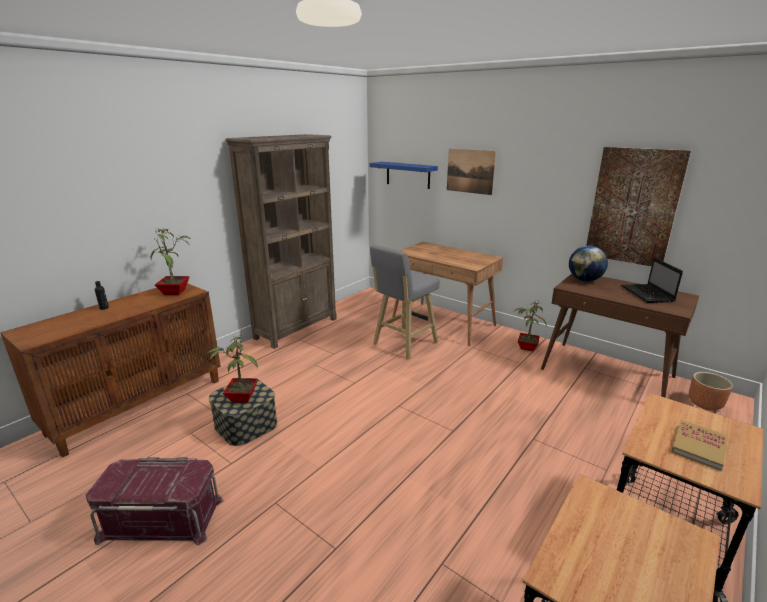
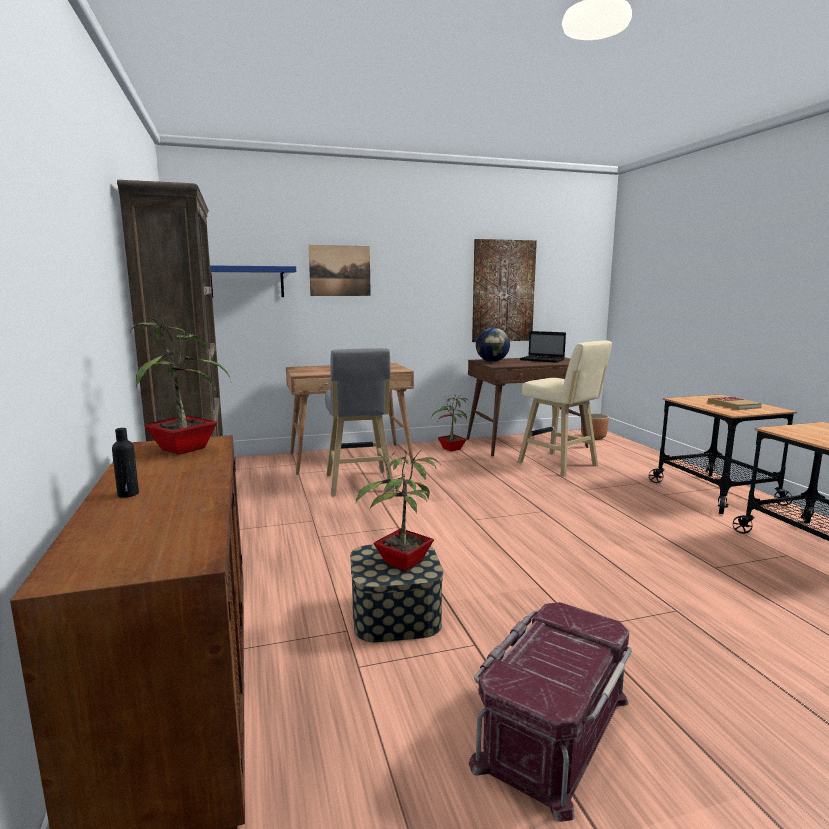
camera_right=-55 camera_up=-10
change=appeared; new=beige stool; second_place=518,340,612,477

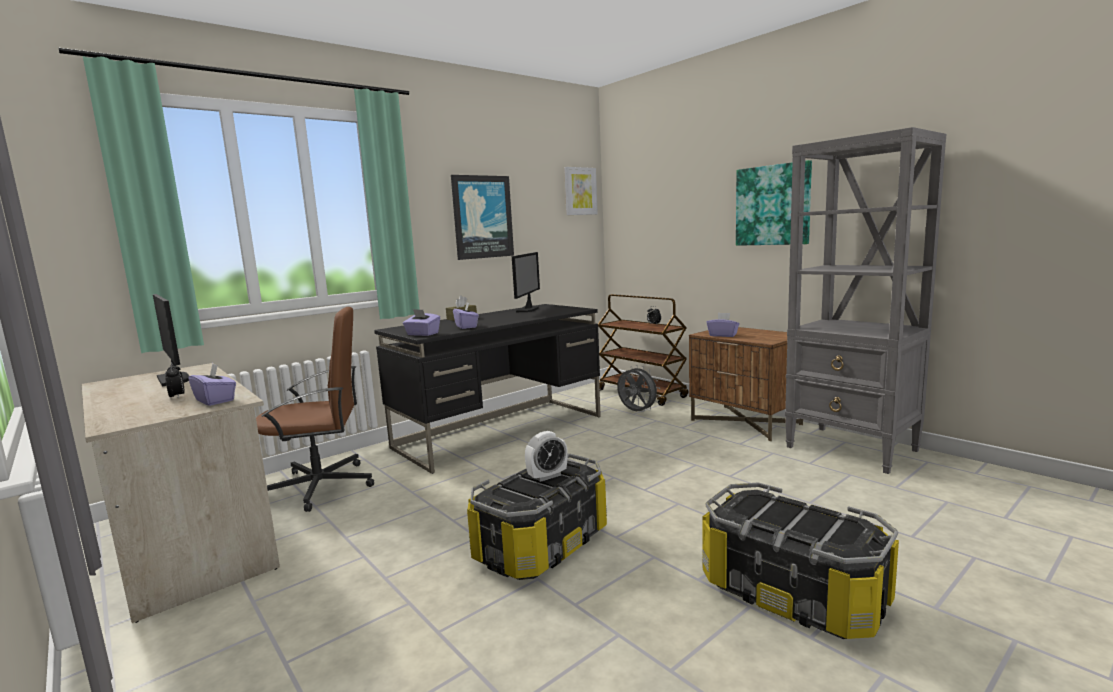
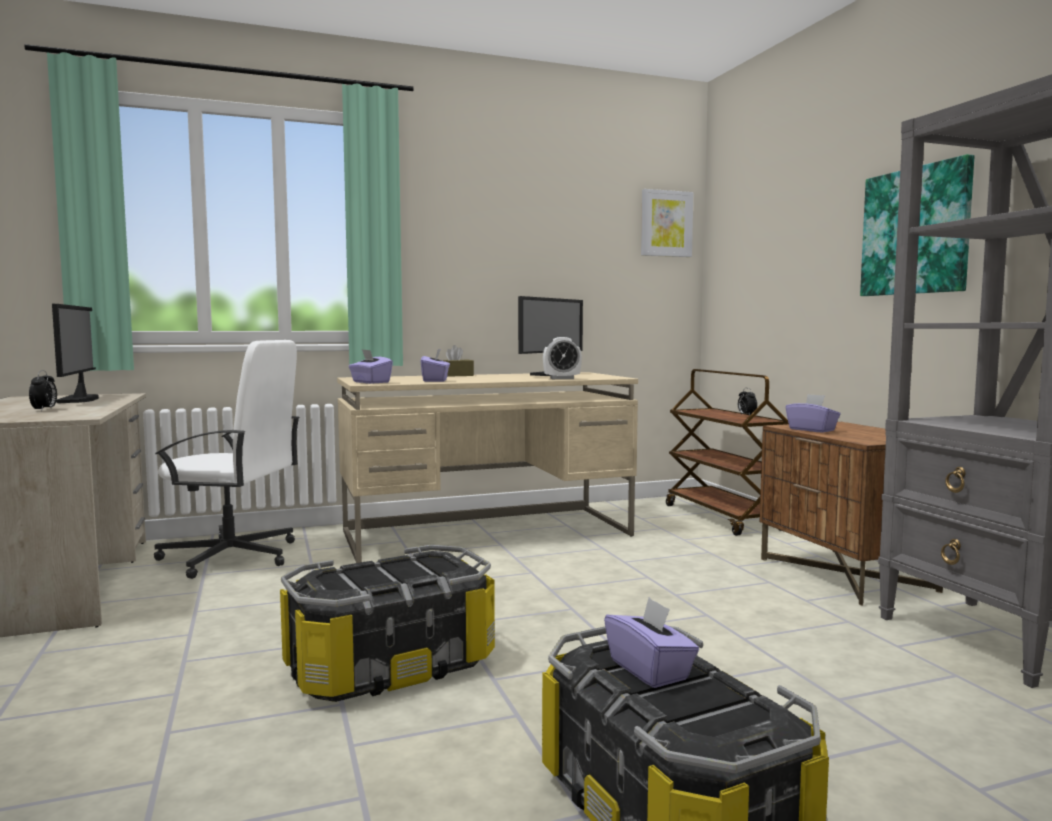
camera_right=20 camera_up=-5
change=colour; old=brown office chair; new=white office chair; first_place=256,307,374,512; second_place=154,340,300,579
change=colour; old=black desk; new=beige desk; first_place=374,304,601,474; second_place=337,372,638,563
change=relocated; old=alarm clock; first_place=525,431,567,482; second_place=543,337,582,379
change=relocated; old=purple tissue box; first_place=188,363,236,406; second_place=604,597,699,688
change=missing; old=picture; first_place=451,175,514,260
change=missing; old=grey fan; first_place=617,365,660,412

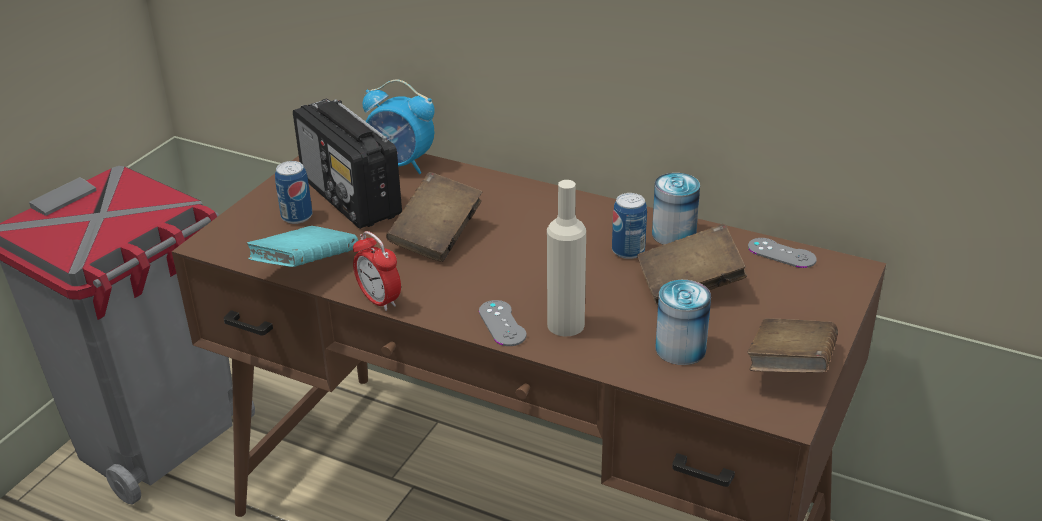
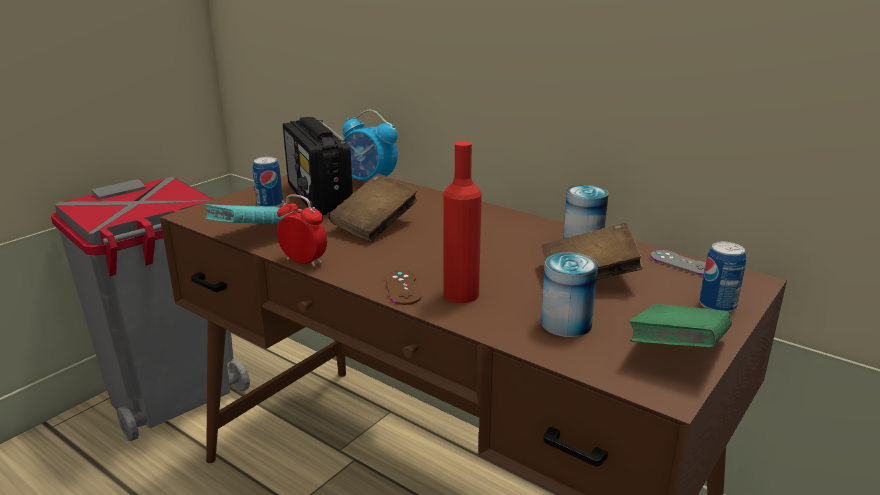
camera_right=10 camera_up=-10
change=spun; old=alarm clock; first_place=353,231,401,311; second_place=277,194,327,267; degrees=150
change=colour; old=grey game controller; new=brown game controller; first_place=479,300,527,346; second_place=385,270,422,305
change=colour; old=beige bottle; new=red bottle; first_place=547,180,586,336; second_place=443,141,482,303
change=colour; old=brown book; new=green book; first_place=747,318,838,373; second_place=629,304,732,347
change=relocated; old=can; first_place=612,193,647,259; second_place=699,242,746,313

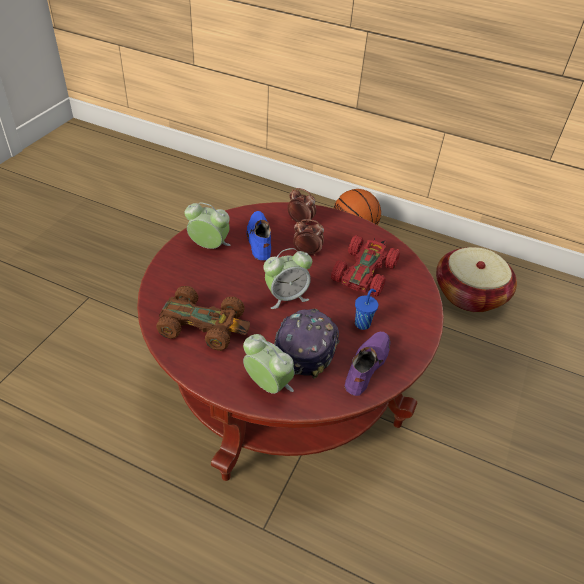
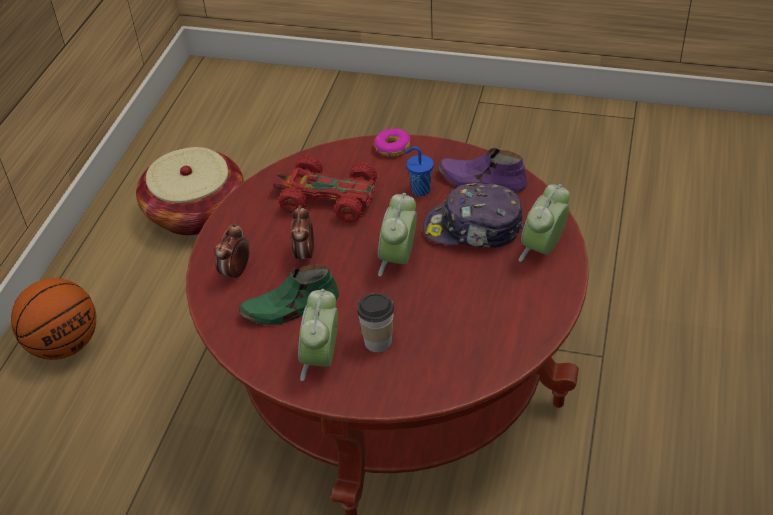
camera_right=-95 camera_up=0
change=colour; old=blue shoe; new=green shoe; first_place=246,211,271,260; second_place=239,265,339,325
change=appeared; new=cup; second_place=357,293,394,352
change=appeared; new=donut; second_place=374,129,410,157
change=spun; old=alarm clock; first_place=263,248,312,309; second_place=378,193,417,277; degrees=-135
change=missing; old=brown toy car; first_place=156,286,250,351

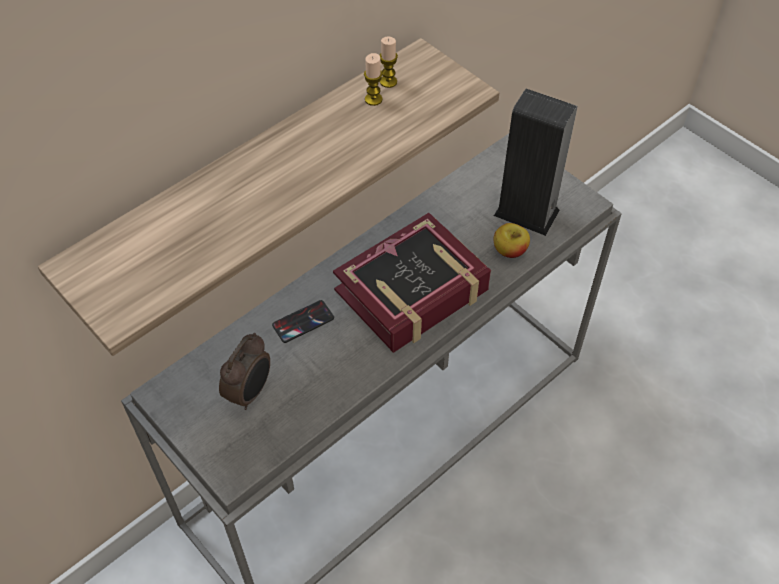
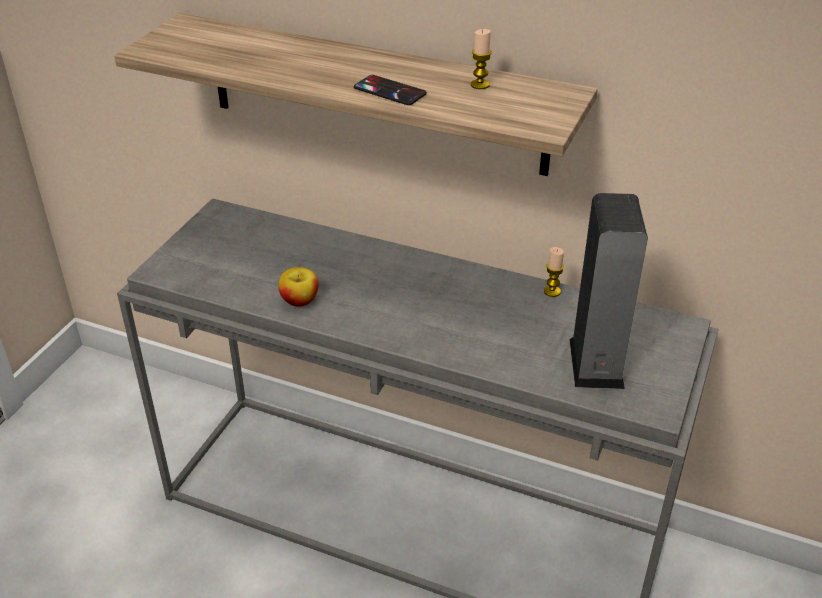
camera_right=65 camera_up=-15
change=relocated; old=apple; first_place=494,223,530,258; second_place=278,267,319,307
change=relocated; old=phone; first_place=272,300,334,343; second_place=354,75,427,105
change=relocated; old=candle; first_place=380,37,398,88; second_place=544,247,564,297
change=missing; old=alarm clock; first_place=219,333,270,410
change=missing; old=book; first_place=333,213,491,353

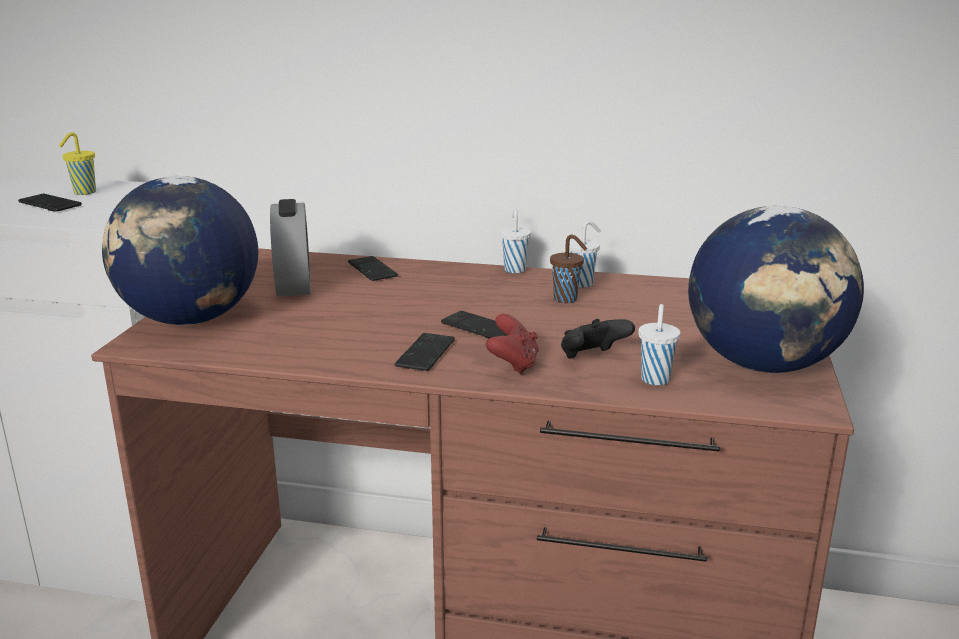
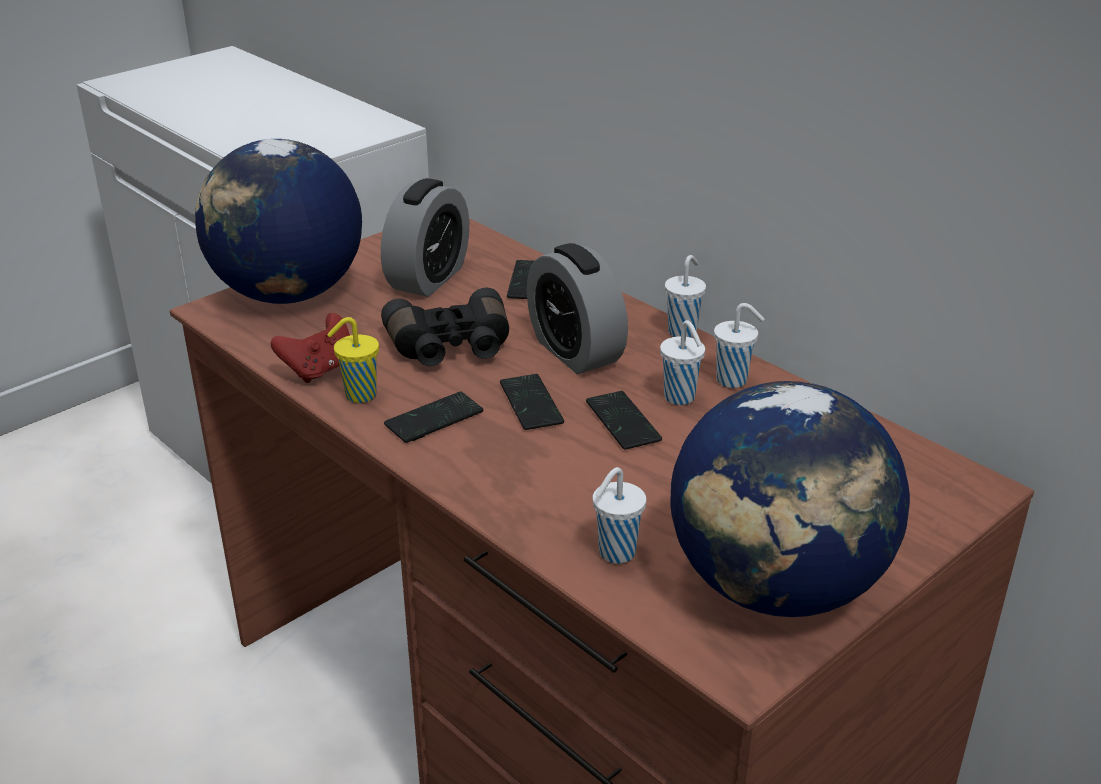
camera_right=35 camera_up=10
change=relocated; old=red game controller; first_place=486,314,539,374; second_place=271,313,350,383
change=relocated; old=yellow cup; first_place=59,132,96,195; second_place=327,317,379,403
change=appeared; new=black binoculars; second_place=381,288,509,366
change=appeared; new=alarm clock; second_place=527,243,628,374
change=relocated; old=phone; first_place=18,194,82,212; second_place=586,391,662,450
change=colour; old=brown cup; new=white cup; first_place=550,235,587,303; second_place=660,320,705,405
change=missing; old=black game controller; first_place=561,319,635,359

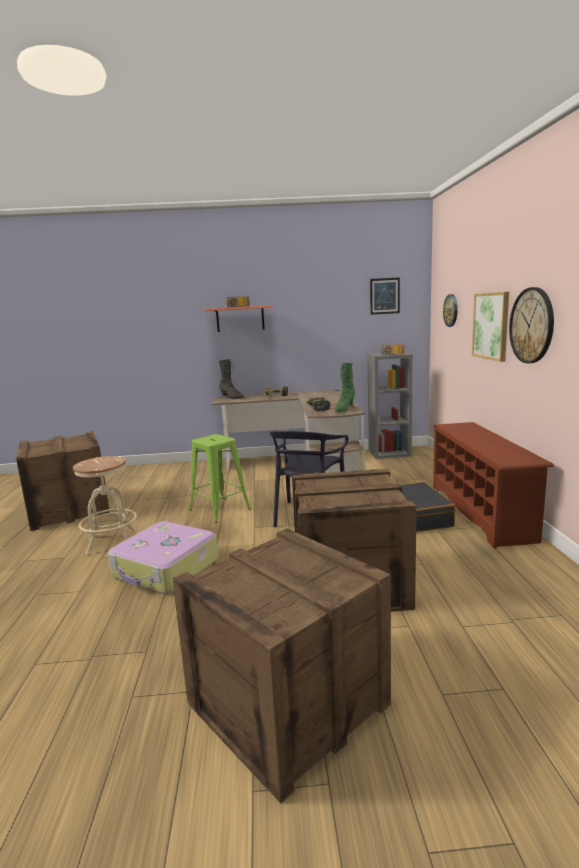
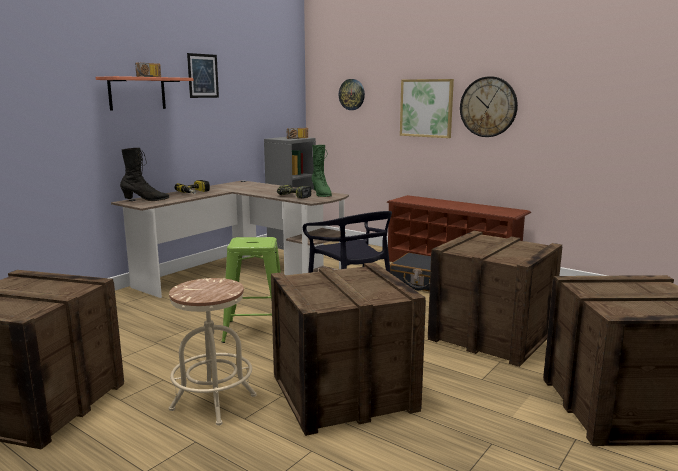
camera_right=-50 camera_up=0
change=relocated; old=picture; first_place=370,277,400,315; second_place=187,53,219,98
change=exchanged; old=suitcase; new=crate; first_place=108,521,218,594; second_place=271,262,426,436

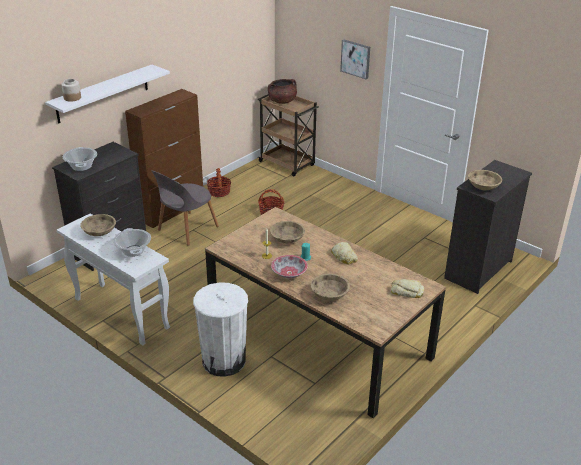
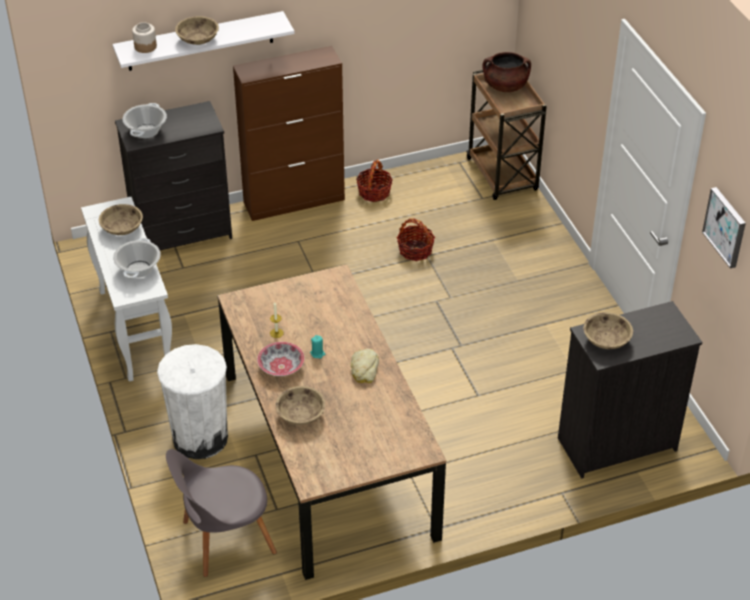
camera_right=30 camera_up=10
change=relocated; old=grey chair; first_place=152,170,219,246; second_place=166,449,277,577
change=relocated; old=beige bowl; first_place=270,221,305,243; second_place=175,16,219,45
change=relocated; old=picture; first_place=340,40,370,79; second_place=702,187,746,269
change=missing; old=bread; first_place=391,279,424,298

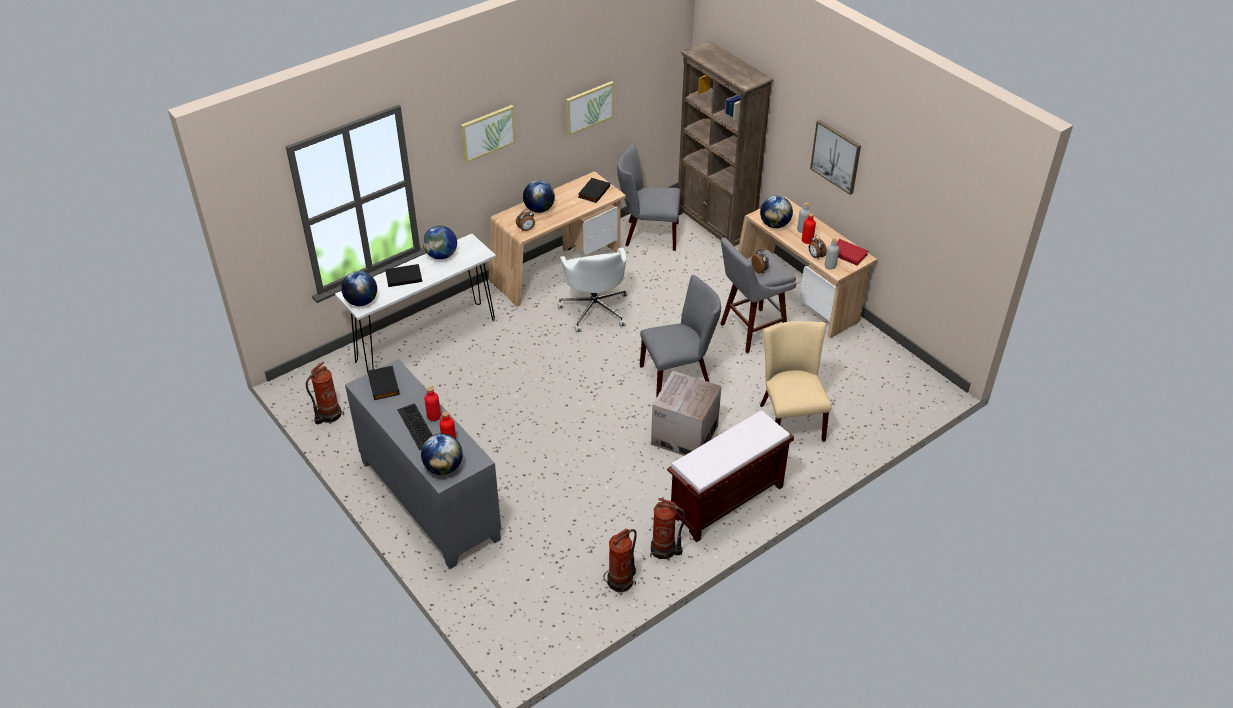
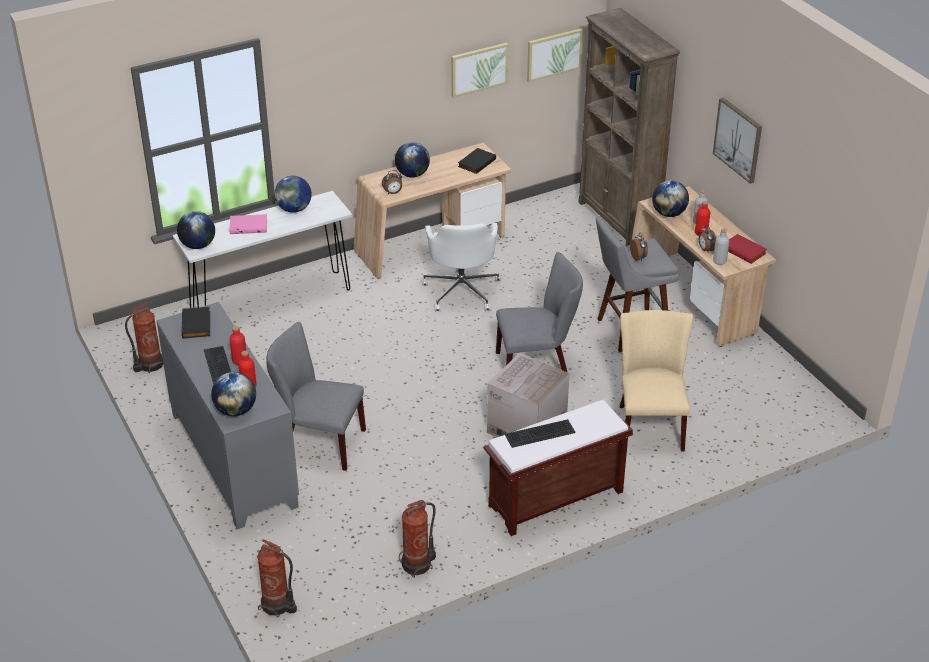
camera_right=10 camera_up=-5
change=colour; old=black book; new=pink book; first_place=385,264,422,287; second_place=229,214,267,234
change=relocated; old=fire extinguisher; first_place=650,498,686,561; second_place=257,539,297,617
change=relocated; old=grey chair; first_place=617,143,680,251; second_place=266,322,366,471
change=appeared; new=keyboard; second_place=505,419,576,448
change=relocated; old=picture; first_place=461,105,516,163; second_place=527,29,583,82

